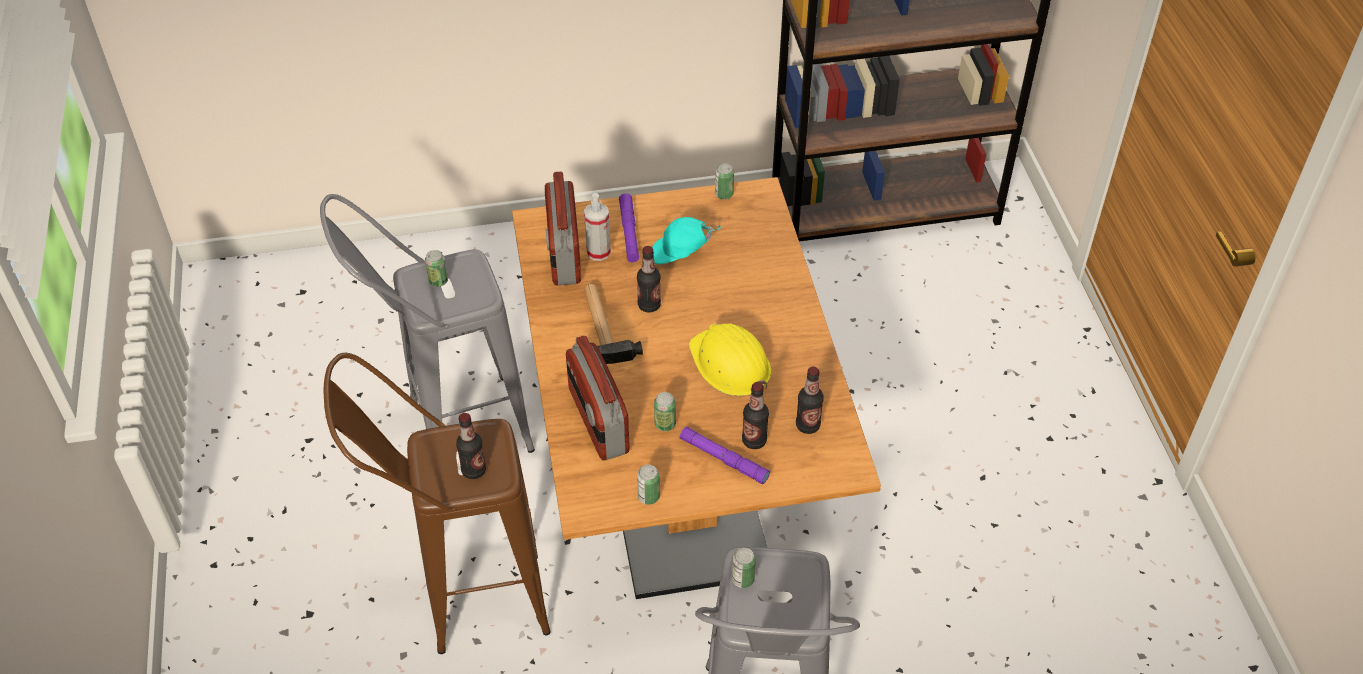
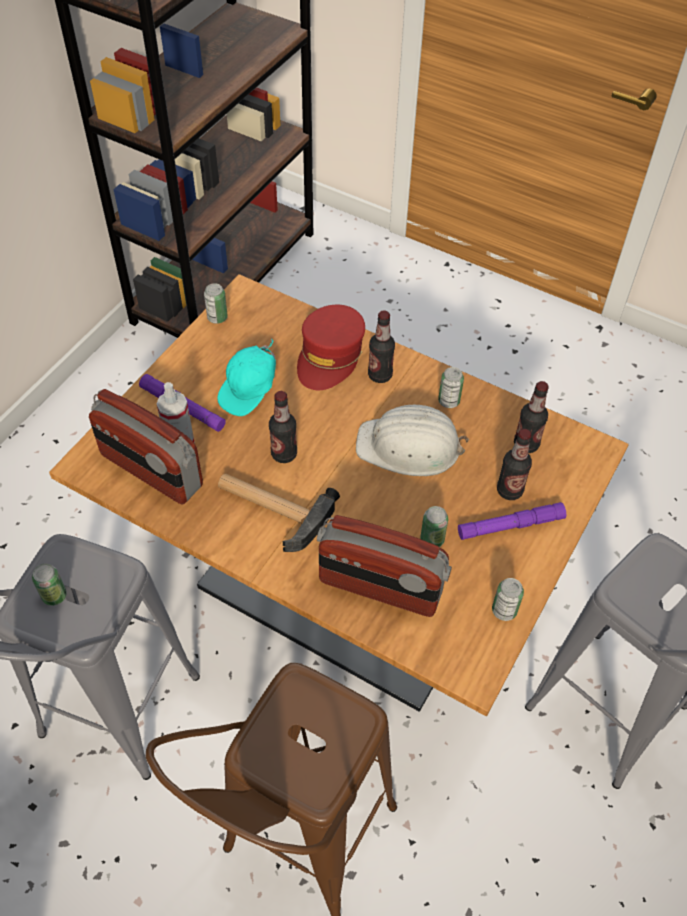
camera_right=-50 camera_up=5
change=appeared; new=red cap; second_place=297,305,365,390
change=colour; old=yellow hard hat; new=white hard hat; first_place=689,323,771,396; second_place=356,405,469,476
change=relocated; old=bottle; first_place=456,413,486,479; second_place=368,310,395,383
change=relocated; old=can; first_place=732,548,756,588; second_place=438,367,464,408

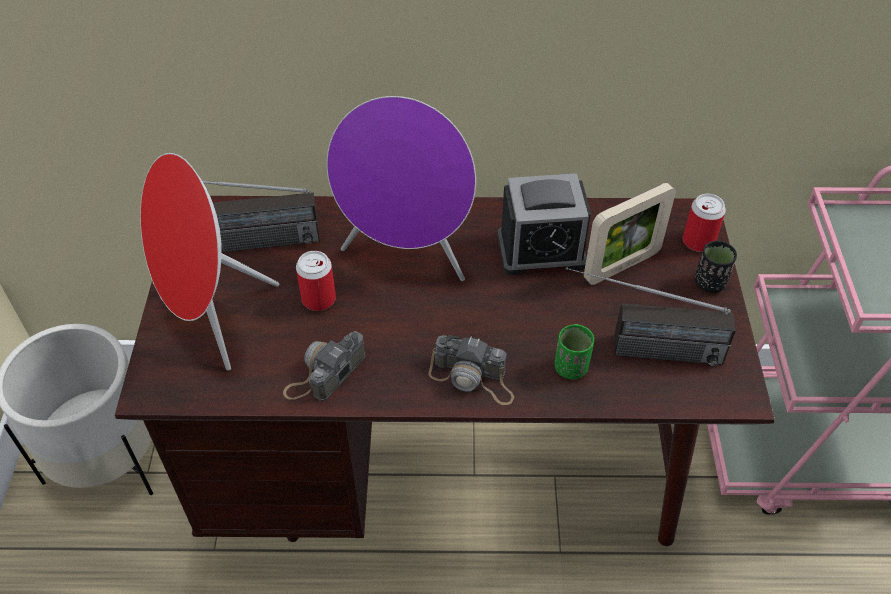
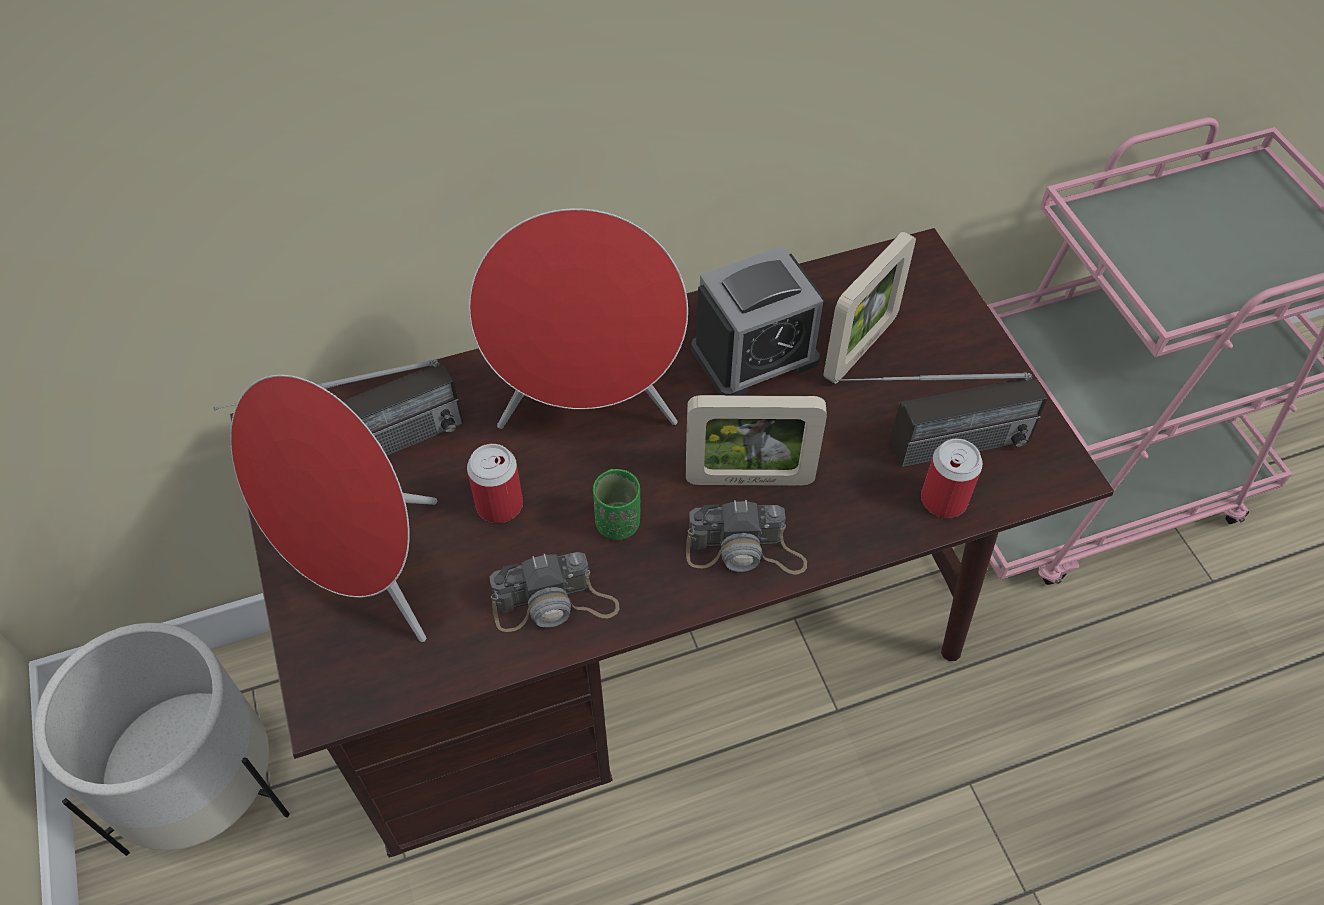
camera_right=-20 camera_up=5
change=colour; old=purple speaker; new=red speaker; first_place=327,96,476,281; second_place=469,208,688,429
change=spun; old=photo camera; first_place=283,331,365,401; second_place=489,552,620,632; degrees=-120
change=relocated; old=green cup; first_place=554,324,594,379; second_place=593,469,640,540
change=appeared; new=picture frame; second_place=686,395,827,486
change=relocated; old=can; first_place=683,194,726,252; second_place=921,439,983,518
change=missing; old=black cup; first_place=695,241,737,293

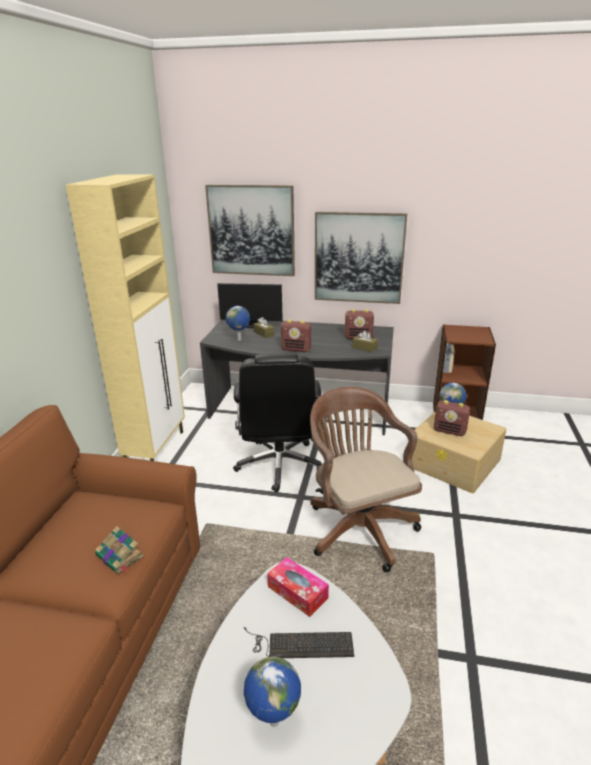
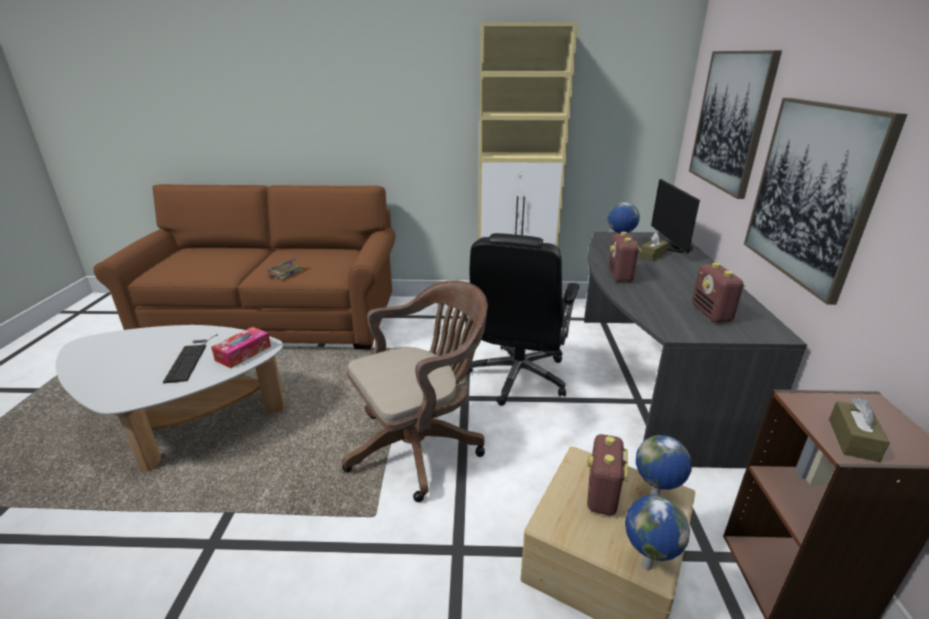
camera_right=80 camera_up=0
change=spun; old=black office chair; first_place=233,354,322,492; second_place=466,233,579,406; degrees=-60
change=relocated; old=globe; first_place=244,657,301,727; second_place=625,495,690,570
change=relocated; old=brown tissue box; first_place=352,330,378,352; second_place=829,398,890,462

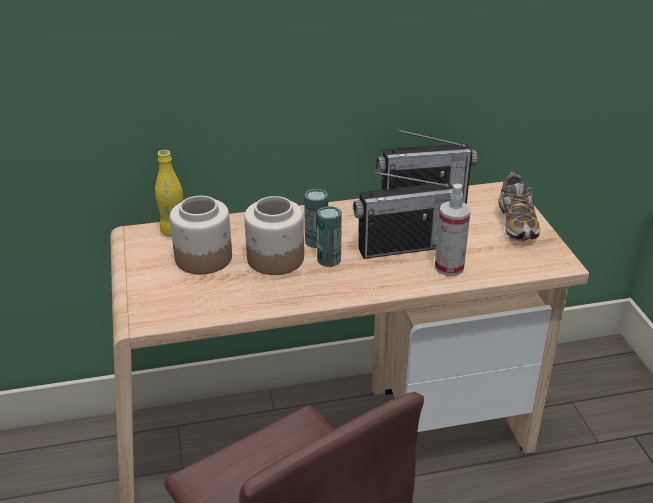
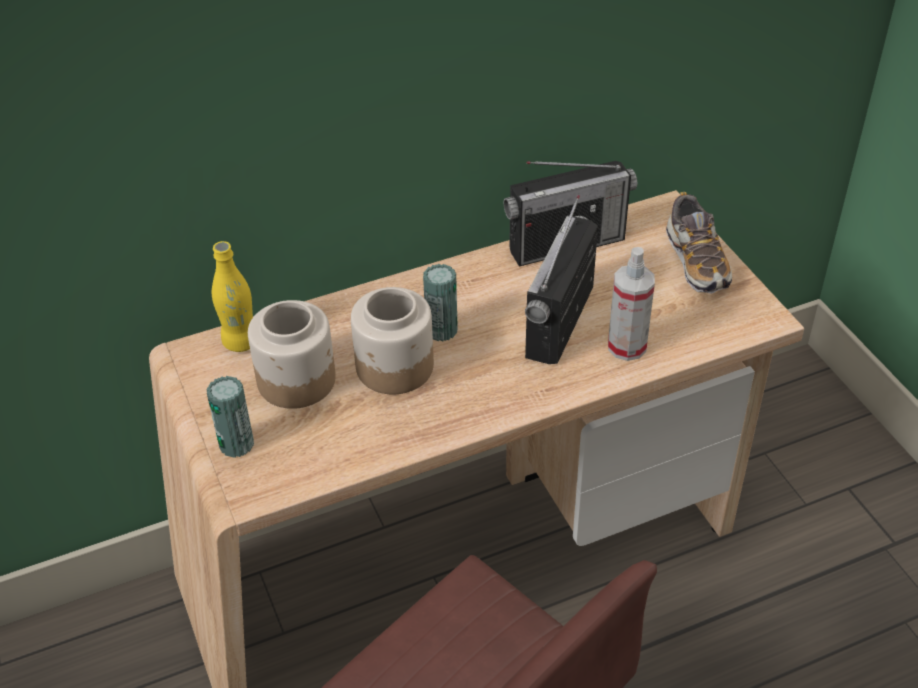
camera_right=-10 camera_up=10
change=relocated; old=can; first_place=317,206,342,267; second_place=206,376,254,458
change=spun; old=radio; first_place=353,171,453,259; second_place=525,195,598,364; degrees=135

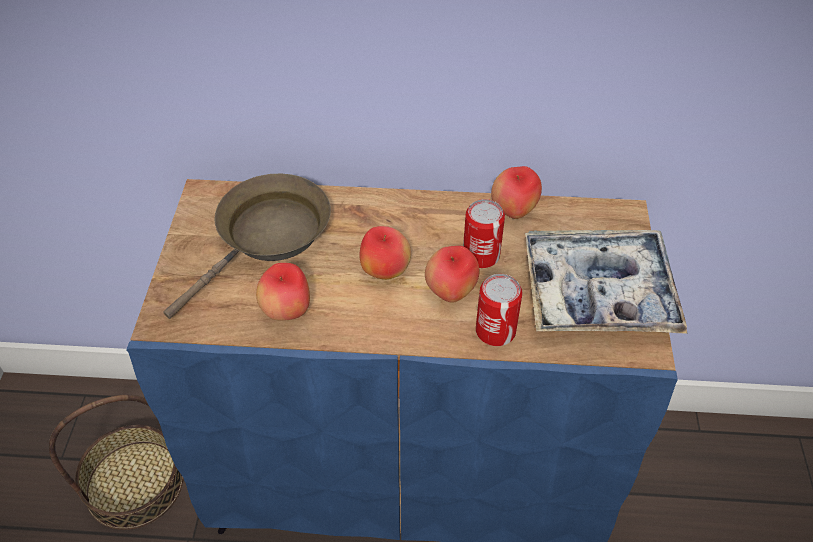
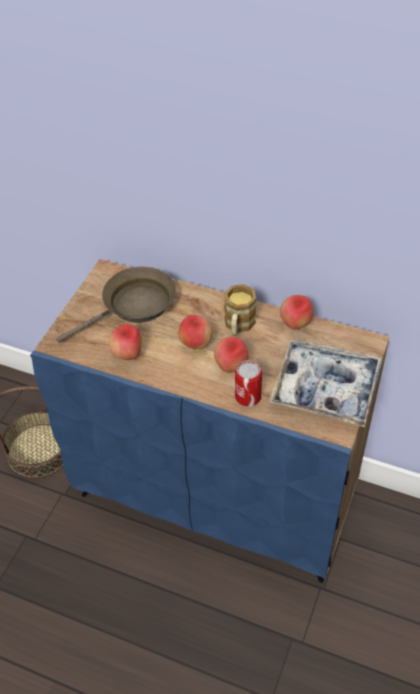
camera_right=20 camera_up=0
change=appeared; new=mug; second_place=224,284,256,336
change=missing; old=can; first_place=463,199,505,268

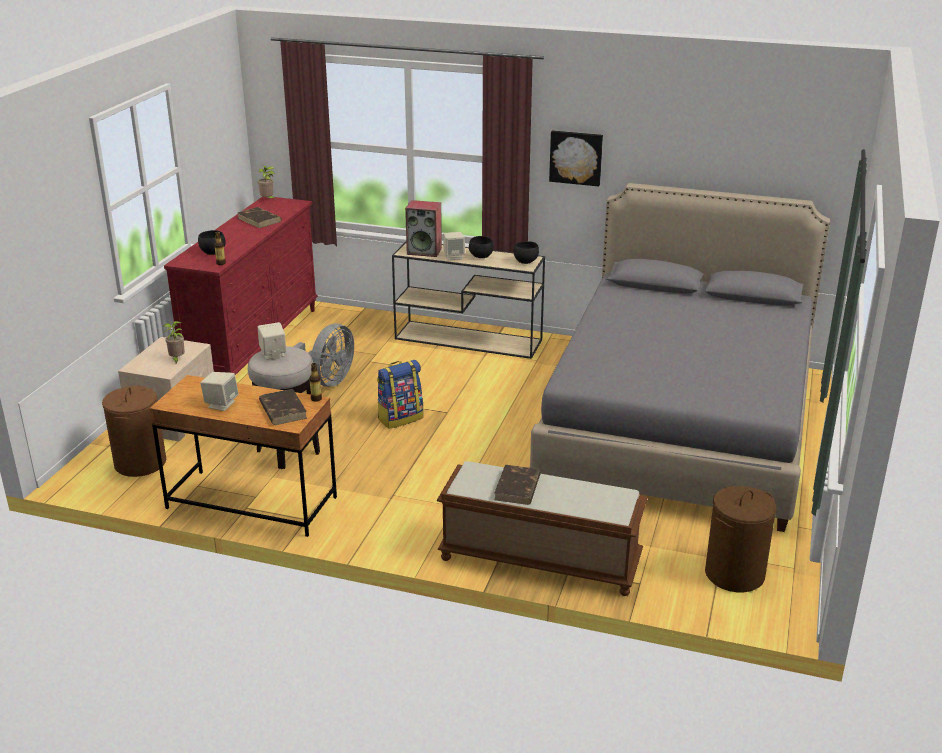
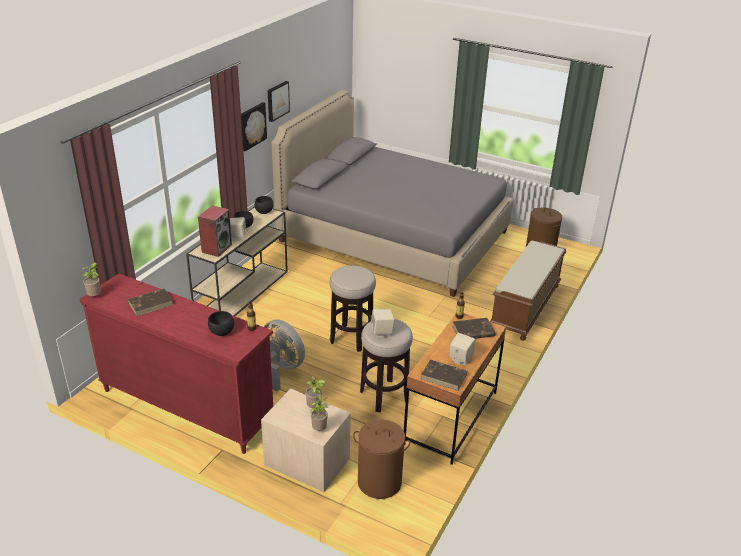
camera_right=-80 camera_up=5
change=appeared; new=picture; second_place=268,81,290,122
change=appeared; new=potted plant; second_place=310,394,328,431
change=exchanged; old=backpack; new=stool; first_place=377,360,423,429; second_place=329,265,376,352
change=relocated; old=brown book; first_place=494,465,541,505; second_place=421,360,467,391

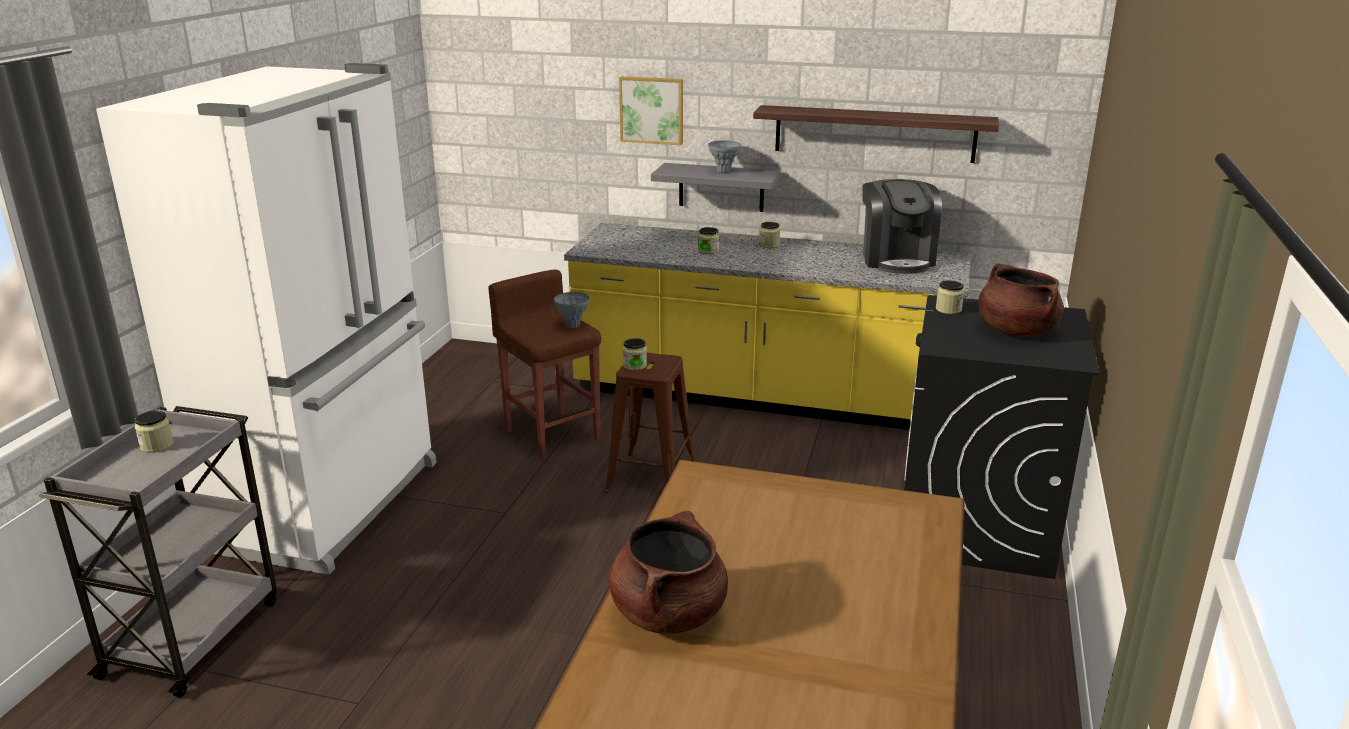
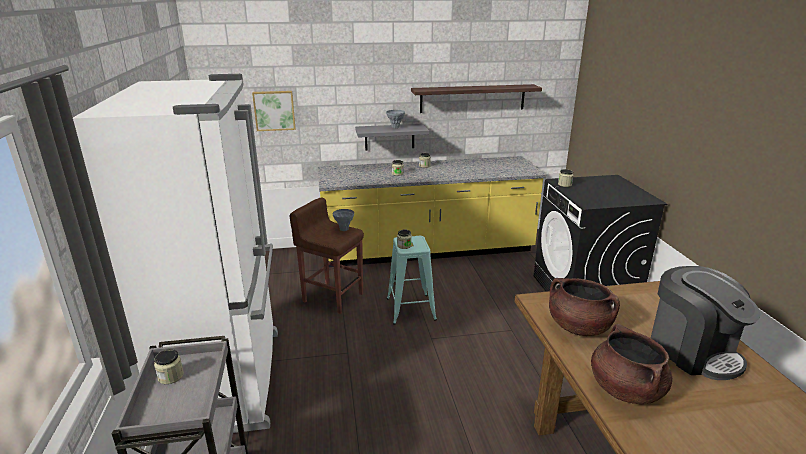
camera_right=-25 camera_up=0
change=relocated; old=picture; first_place=619,76,683,145; second_place=252,91,296,131
change=colour; old=brown stool; new=turquoise stool; first_place=604,353,696,493; second_place=387,236,437,325
change=relocated; old=brown cooking pot; first_place=978,263,1064,336; second_place=549,278,620,336
change=relocated; old=coffee machine; first_place=862,179,942,274; second_place=651,266,761,380

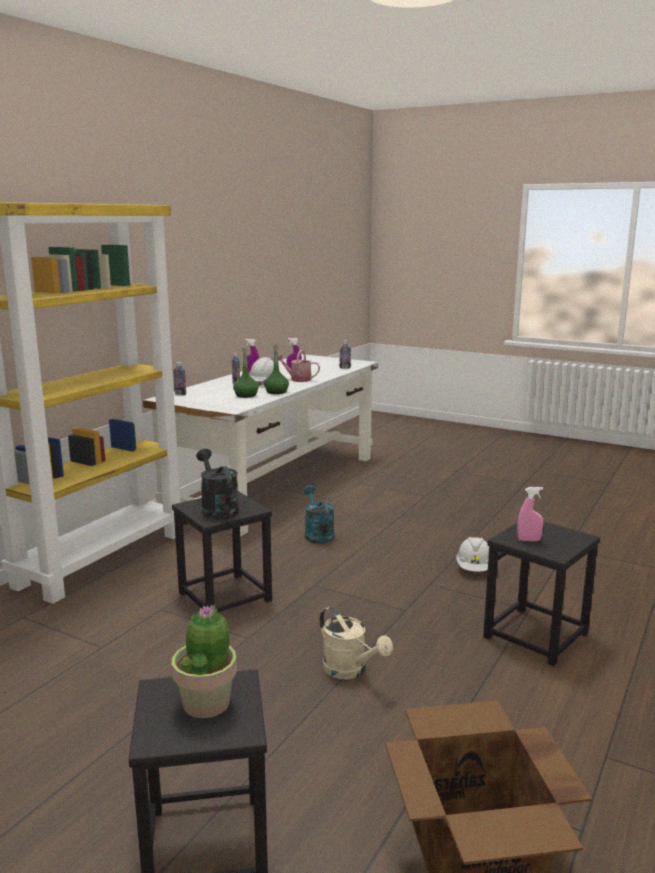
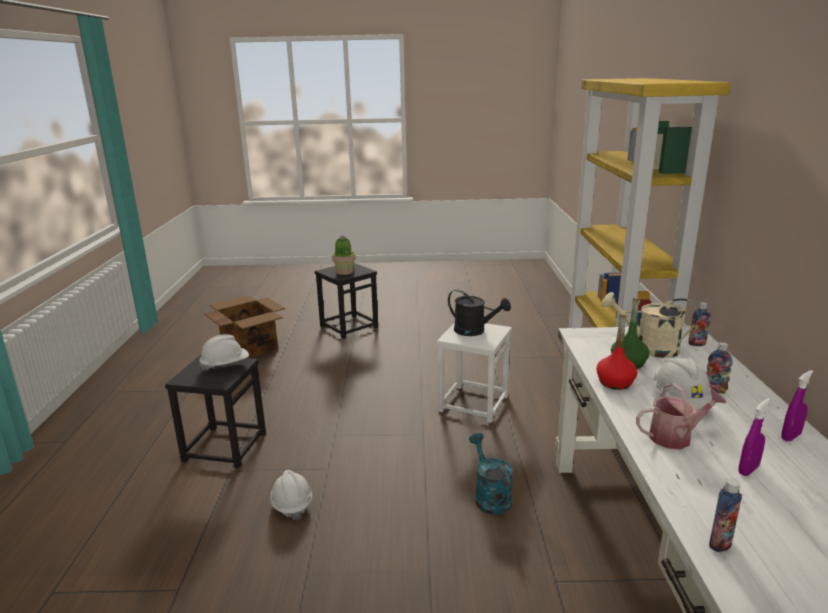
camera_right=150 camera_up=5
change=exchanged; old=pink spray bottle; new=white hard hat; first_place=517,487,543,541; second_place=199,334,249,371
change=colour; old=black stool; new=white stool; first_place=172,491,272,612; second_place=437,323,512,423
change=spun; old=turquoise watering can; first_place=303,485,335,544; second_place=469,433,513,515; degrees=-150
change=colour; old=green bottle; new=red bottle; first_place=264,345,289,394; second_place=596,314,637,390
change=relocated; old=beige watering can; first_place=319,607,393,679; second_place=601,292,698,358

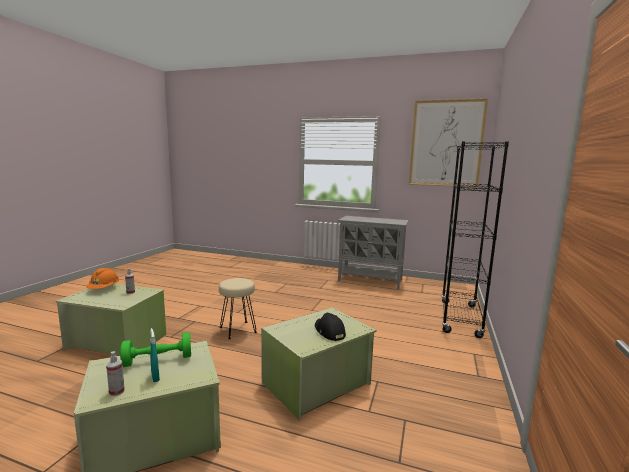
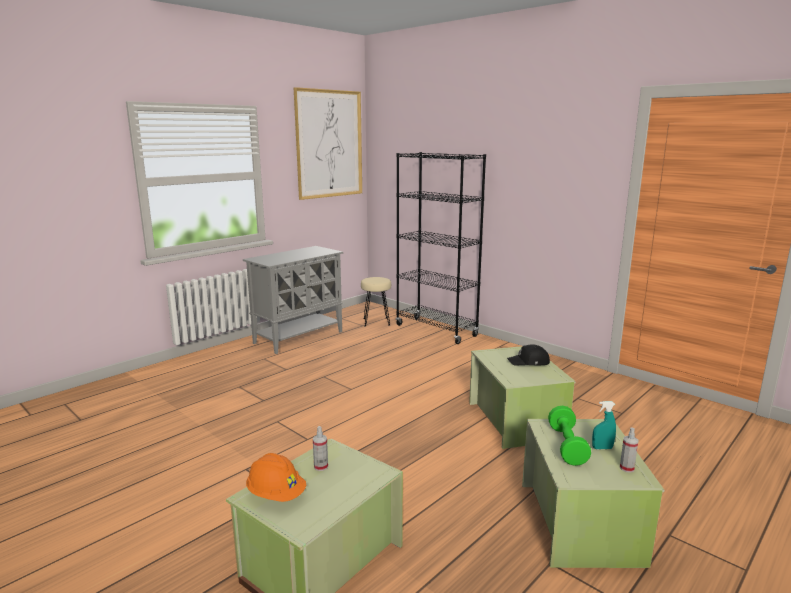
camera_right=-65 camera_up=5
change=relocated; old=beige stool; first_place=219,278,257,339; second_place=361,277,391,327

